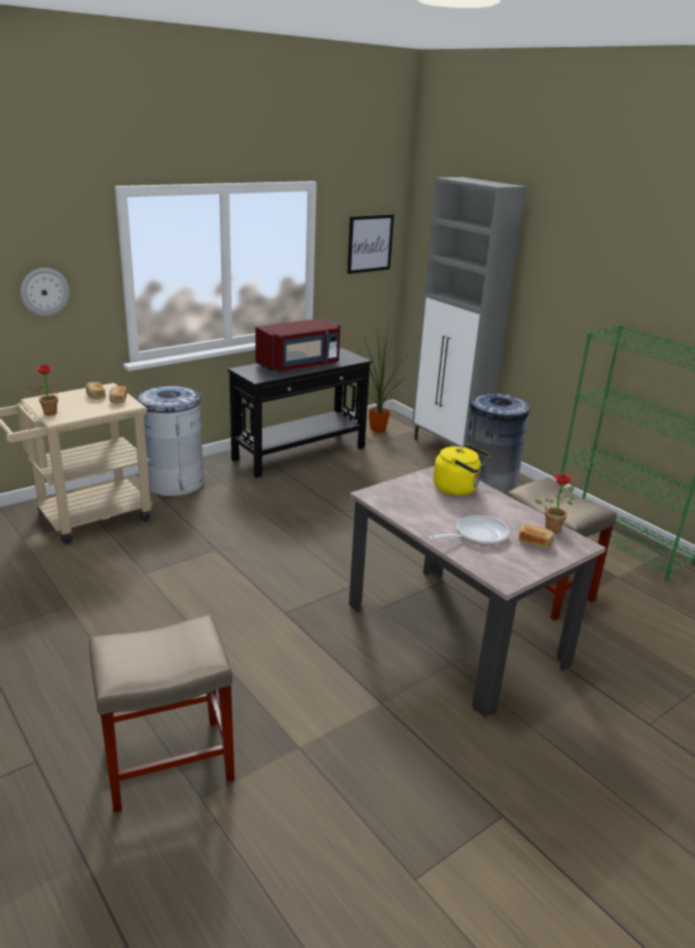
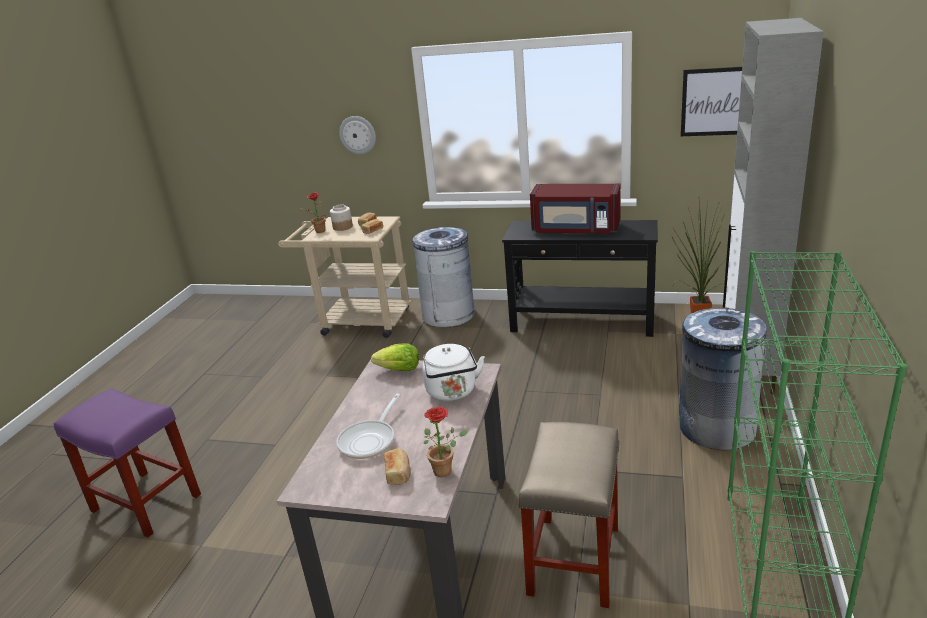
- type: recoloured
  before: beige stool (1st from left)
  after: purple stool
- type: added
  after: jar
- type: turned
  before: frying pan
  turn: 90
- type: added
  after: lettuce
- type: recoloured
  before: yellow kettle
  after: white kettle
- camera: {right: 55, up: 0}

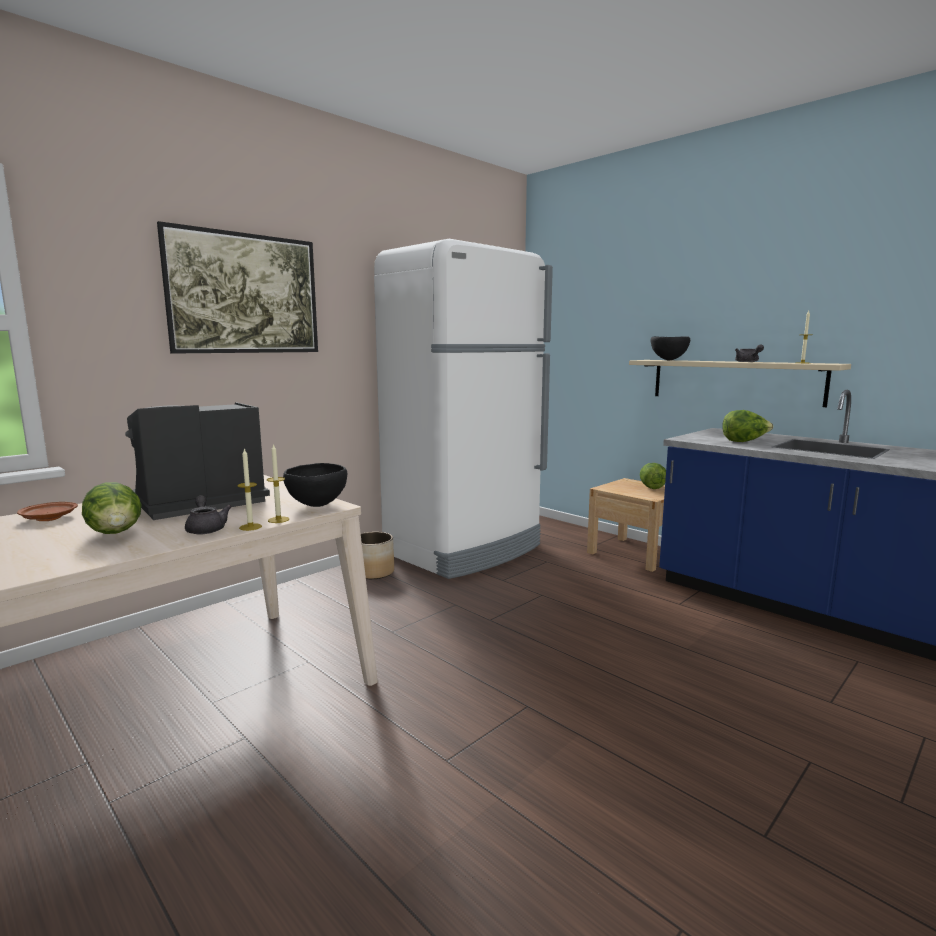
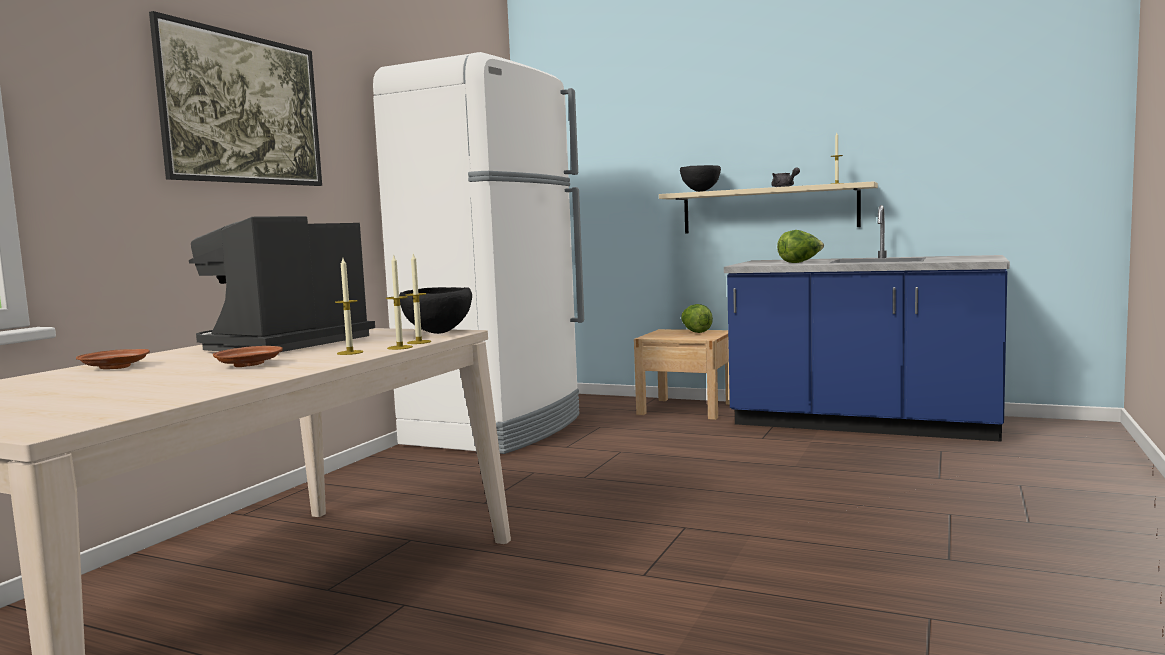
- type: replaced
  before: lettuce (1st from left)
  after: brown plate (2nd from left)
- type: replaced
  before: grey teapot (1st from left)
  after: candle (1st from left)
- type: removed
  before: planter
- camera: {right: -20, up: -5}

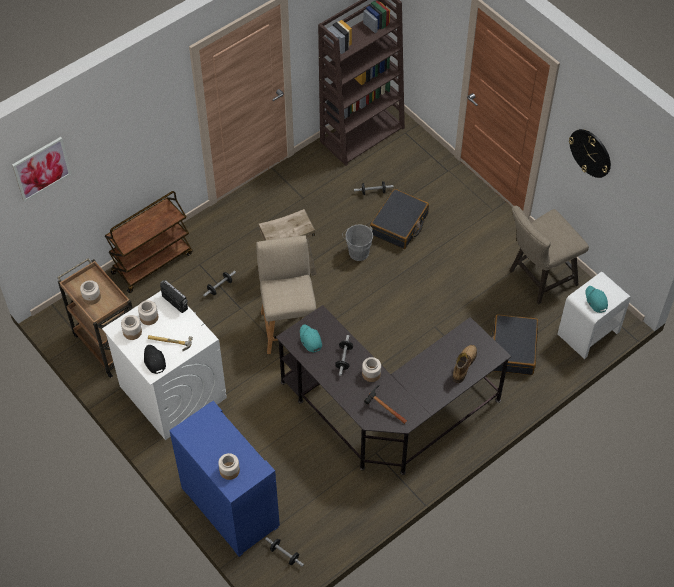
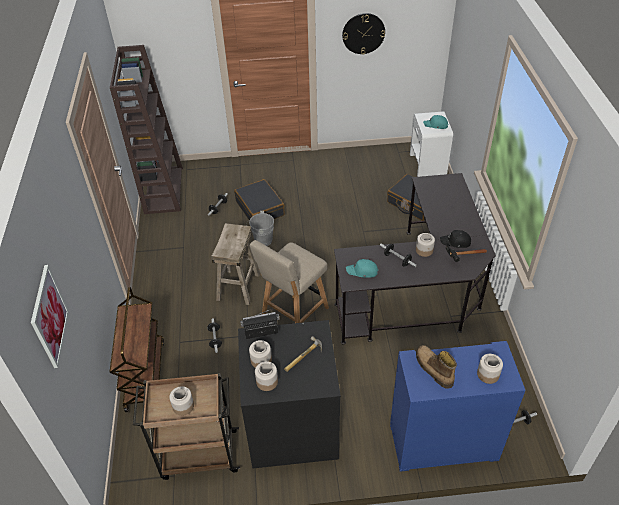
- type: recoloured
  before: white washing machine
  after: black washing machine
- type: turned
  before: beige chair
  turn: -75
- type: moved
  before: boot
- type: moved
  before: black cap
- type: removed
  before: beige stool (2nd from left)
- camera: {right: -55, up: -10}

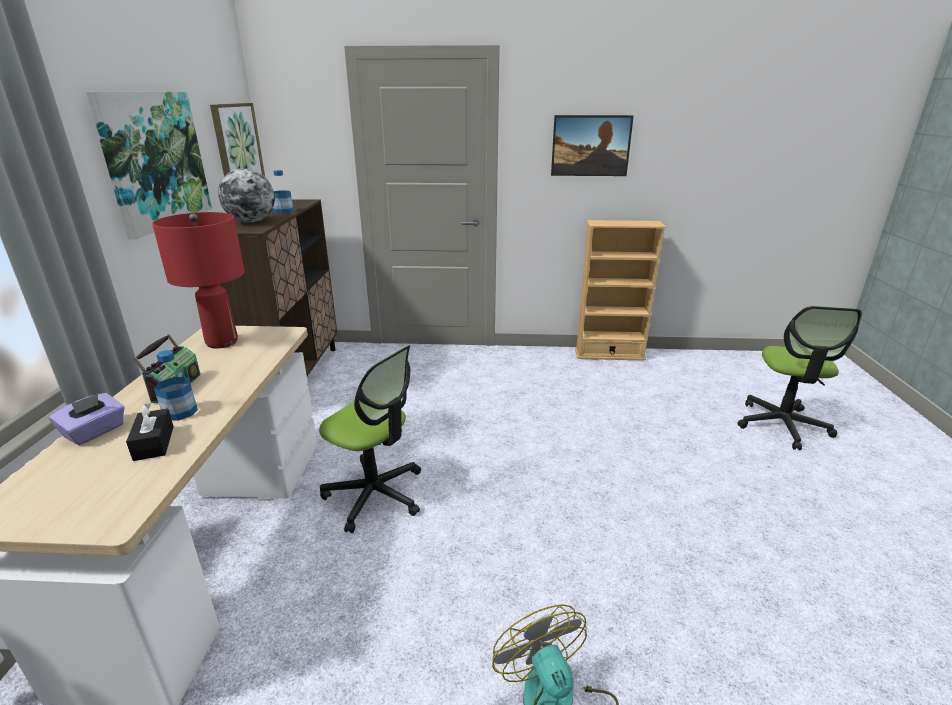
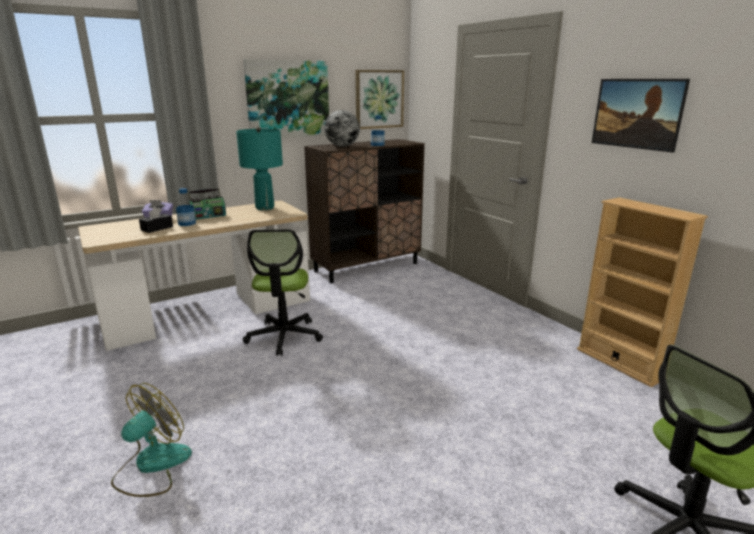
- type: recoloured
  before: red table lamp
  after: turquoise table lamp
- camera: {right: 55, up: -5}

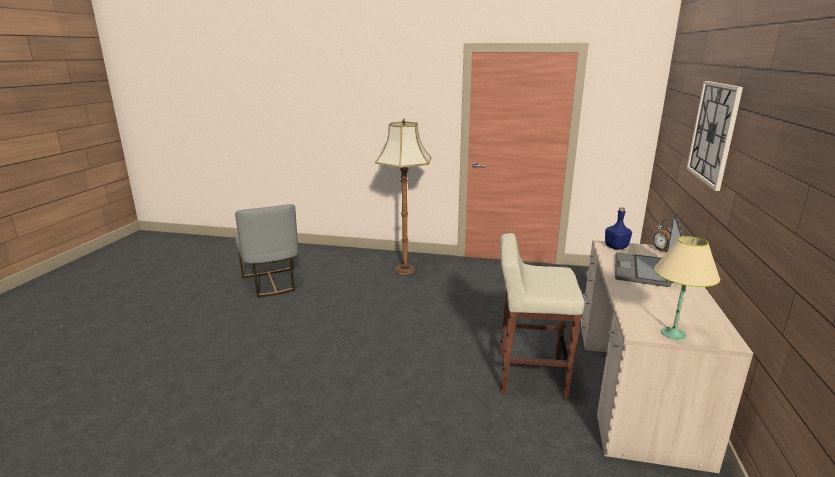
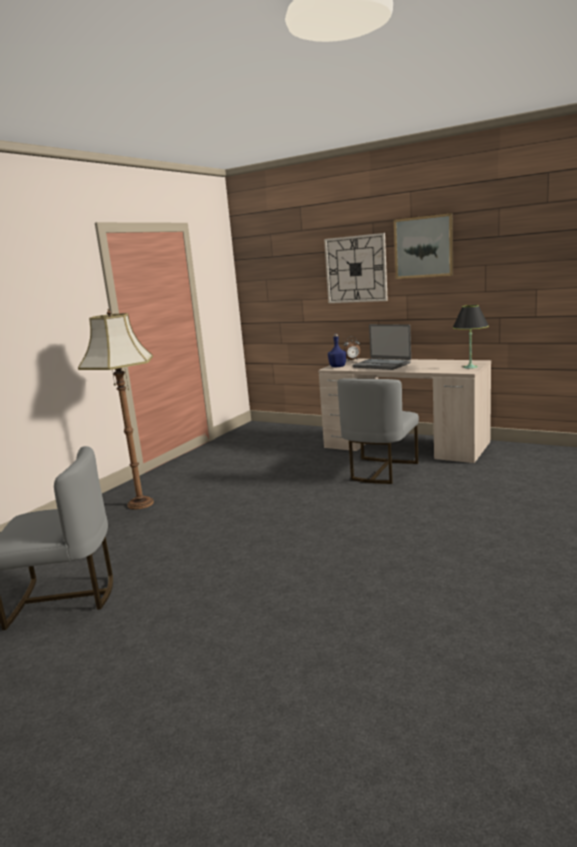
- type: replaced
  before: beige stool
  after: grey chair (2nd from left)
- type: added
  after: picture
- type: recoloured
  before: beige table lamp
  after: black table lamp
- camera: {right: -70, up: -5}

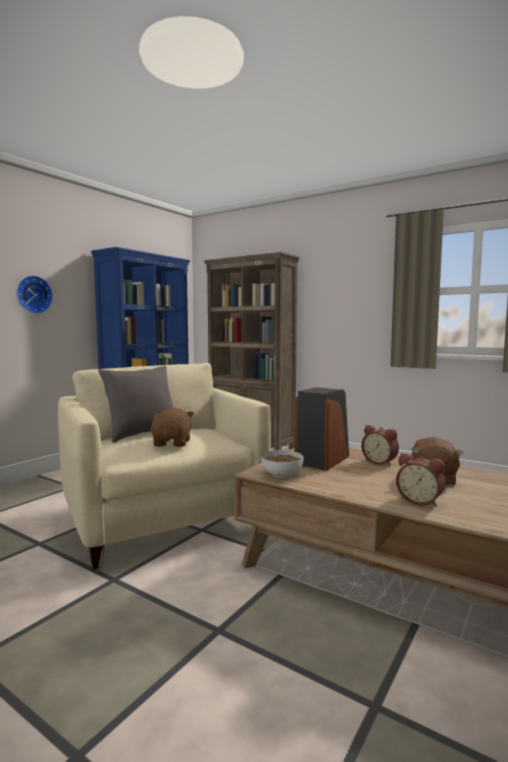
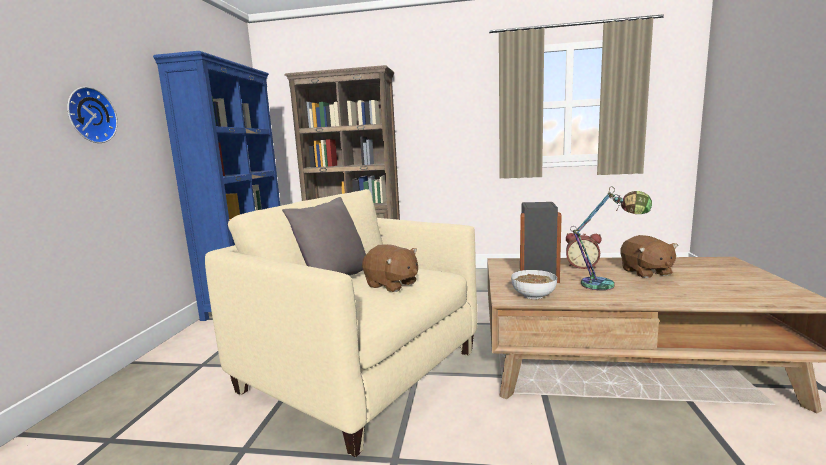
- type: turned
  before: brown plush toy (1st from left)
  turn: 150
- type: added
  after: table lamp
- type: removed
  before: alarm clock (2nd from left)
- camera: {right: -25, up: 5}

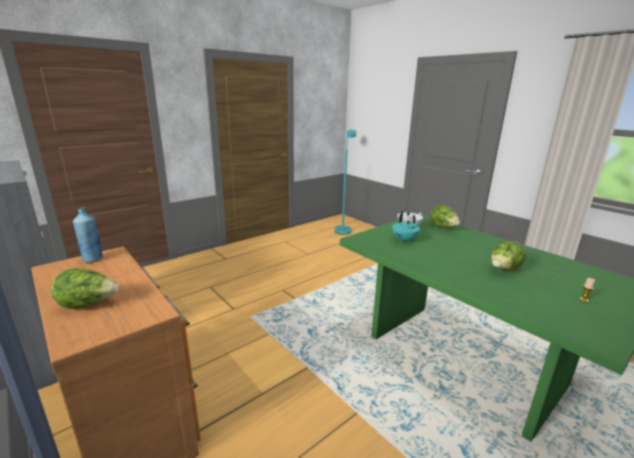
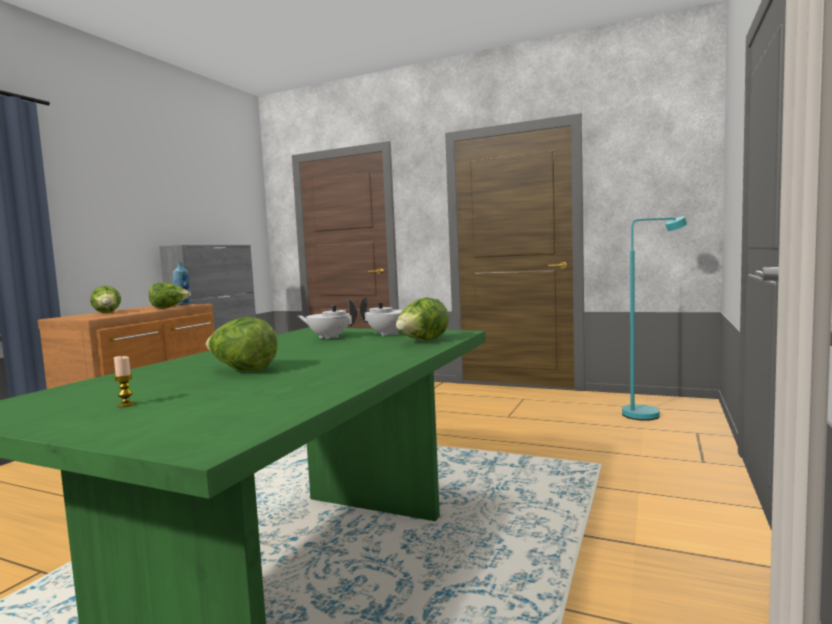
- type: added
  after: lettuce (2nd from left)
- type: recoloured
  before: turquoise teapot
  after: white teapot (1st from left)
- camera: {right: 65, up: -15}

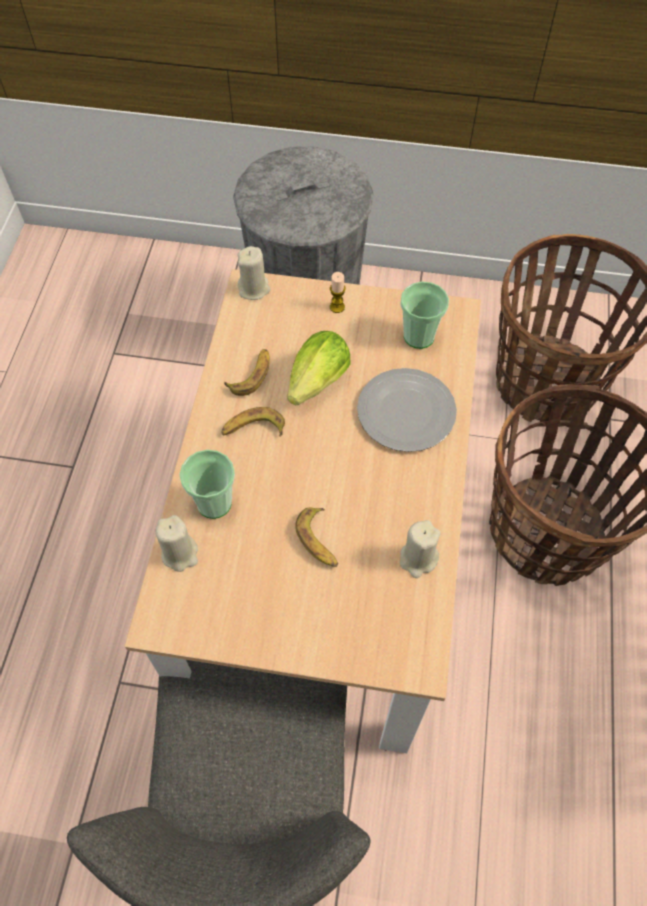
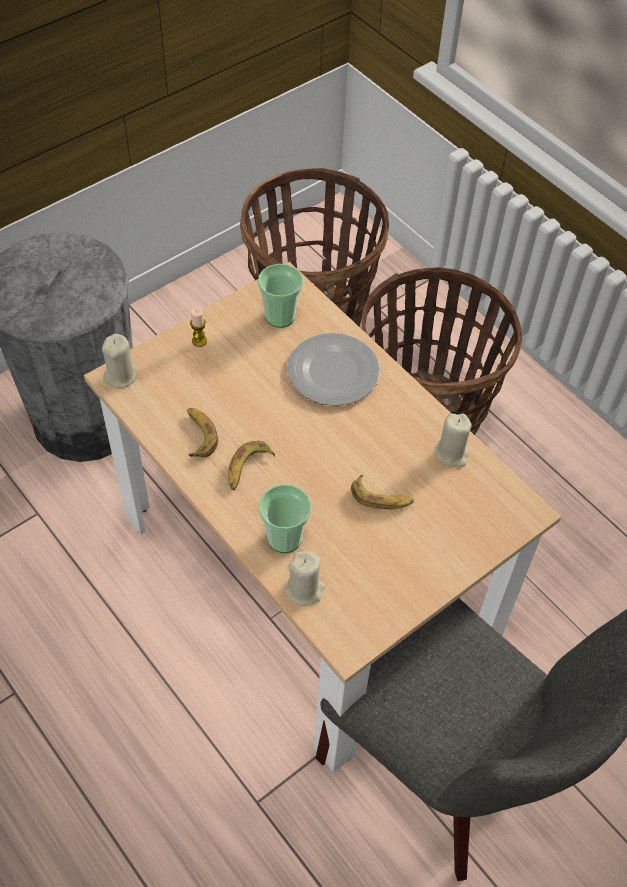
- type: removed
  before: lettuce
- camera: {right: -50, up: -5}

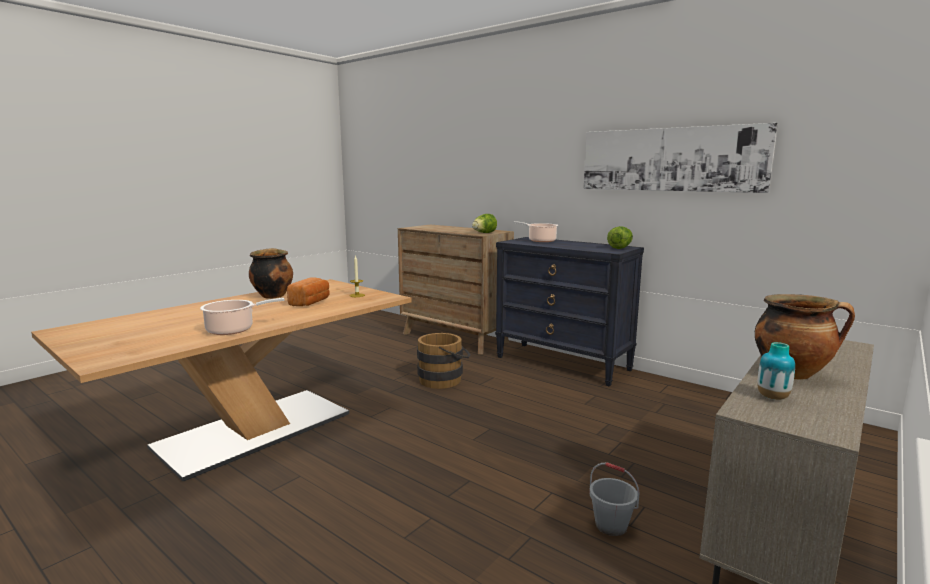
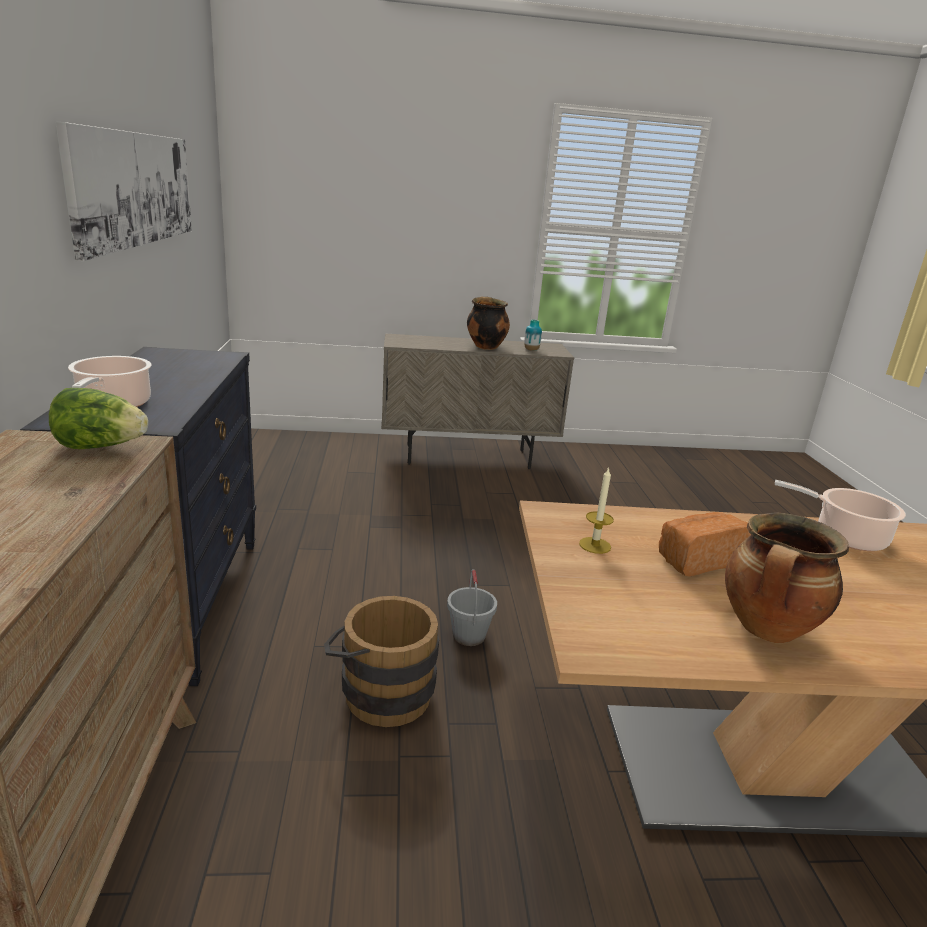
- type: moved
  before: grey bucket
- type: removed
  before: lettuce (2nd from left)
- camera: {right: -135, up: 10}

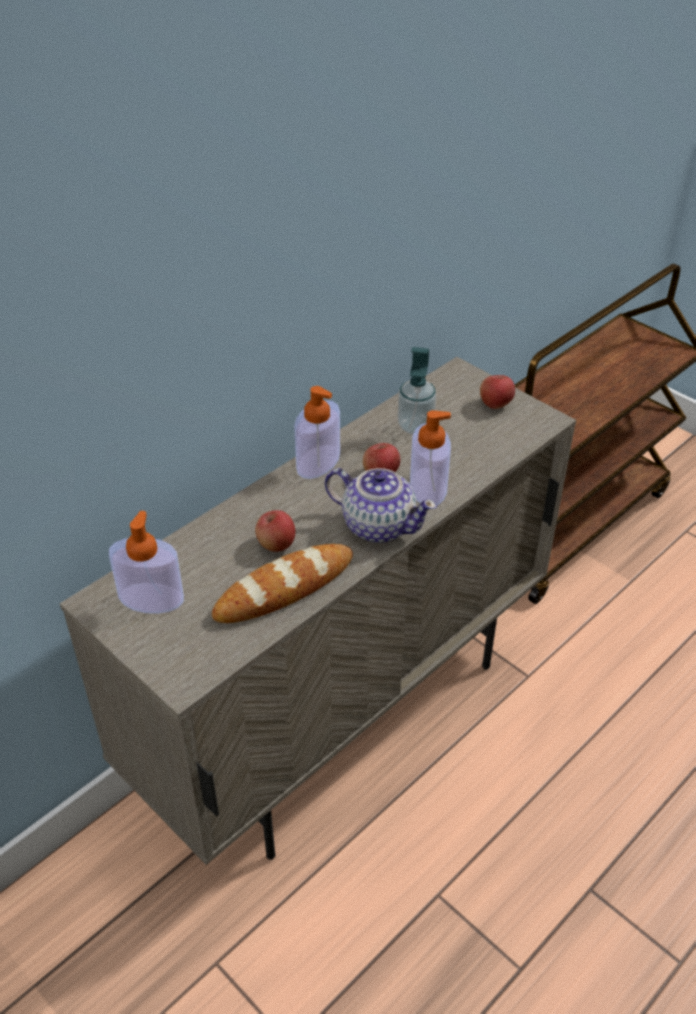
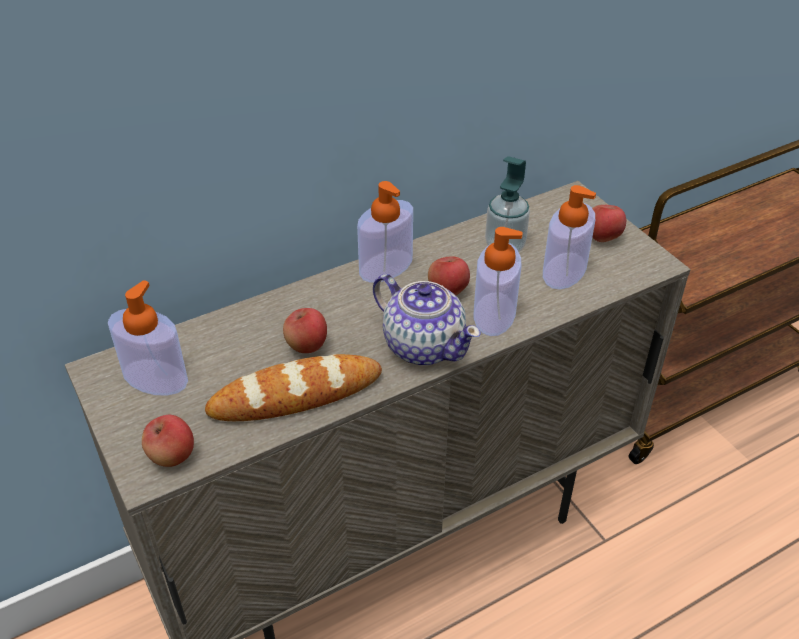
- type: added
  after: apple (1st from left)
- type: added
  after: soap dispenser (5th from left)
- camera: {right: 15, up: 0}

